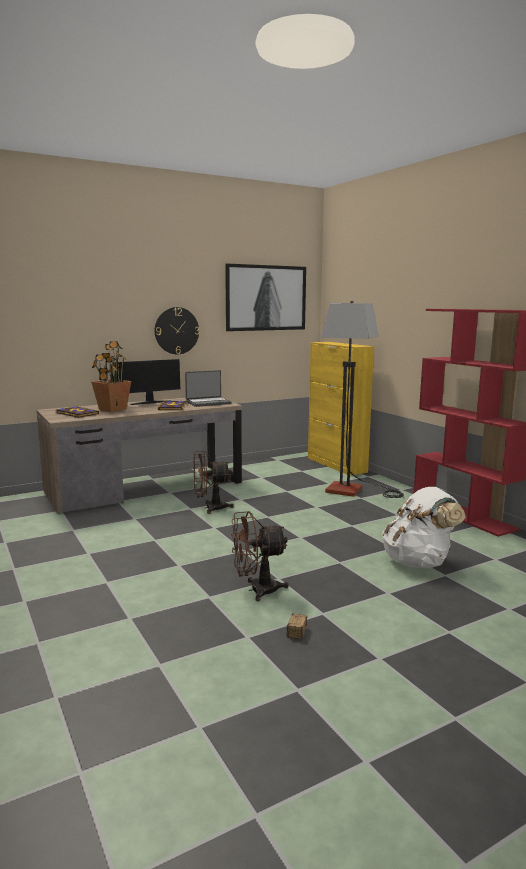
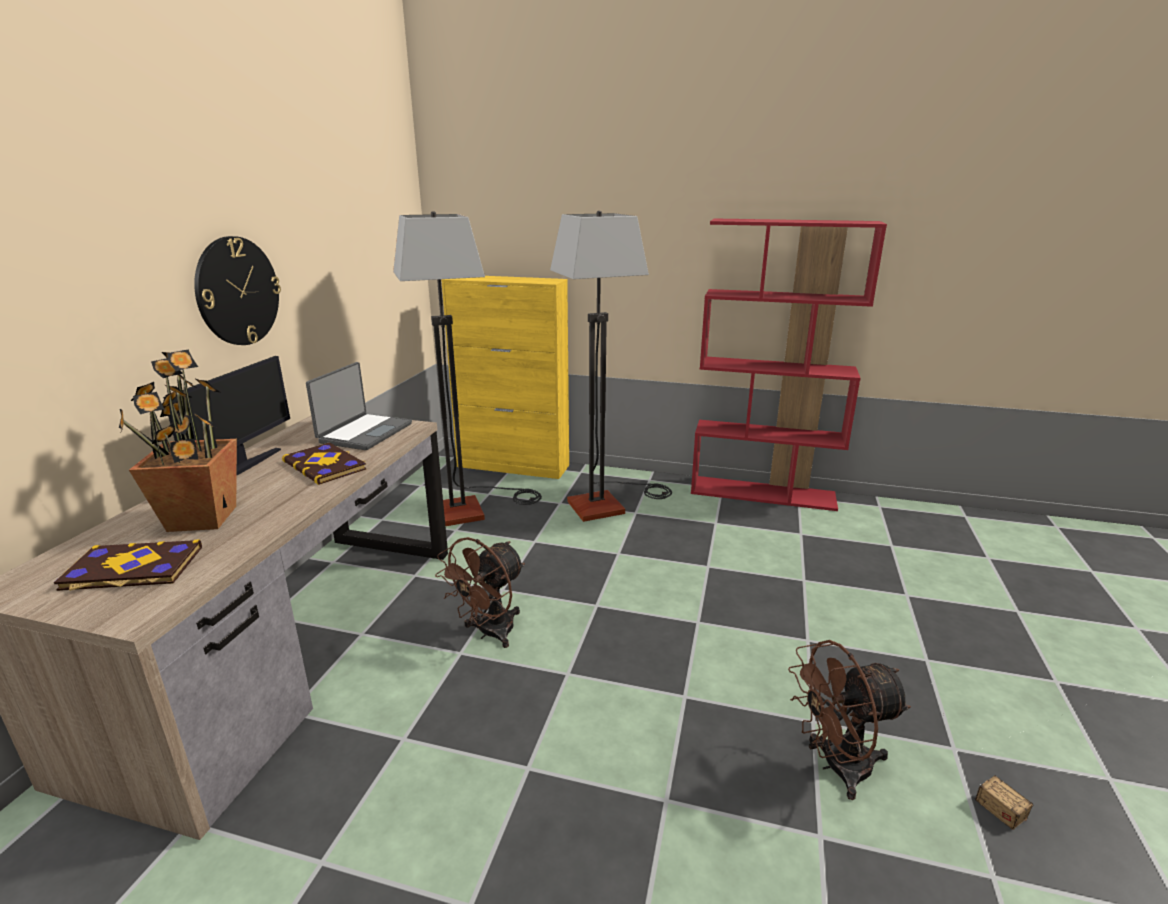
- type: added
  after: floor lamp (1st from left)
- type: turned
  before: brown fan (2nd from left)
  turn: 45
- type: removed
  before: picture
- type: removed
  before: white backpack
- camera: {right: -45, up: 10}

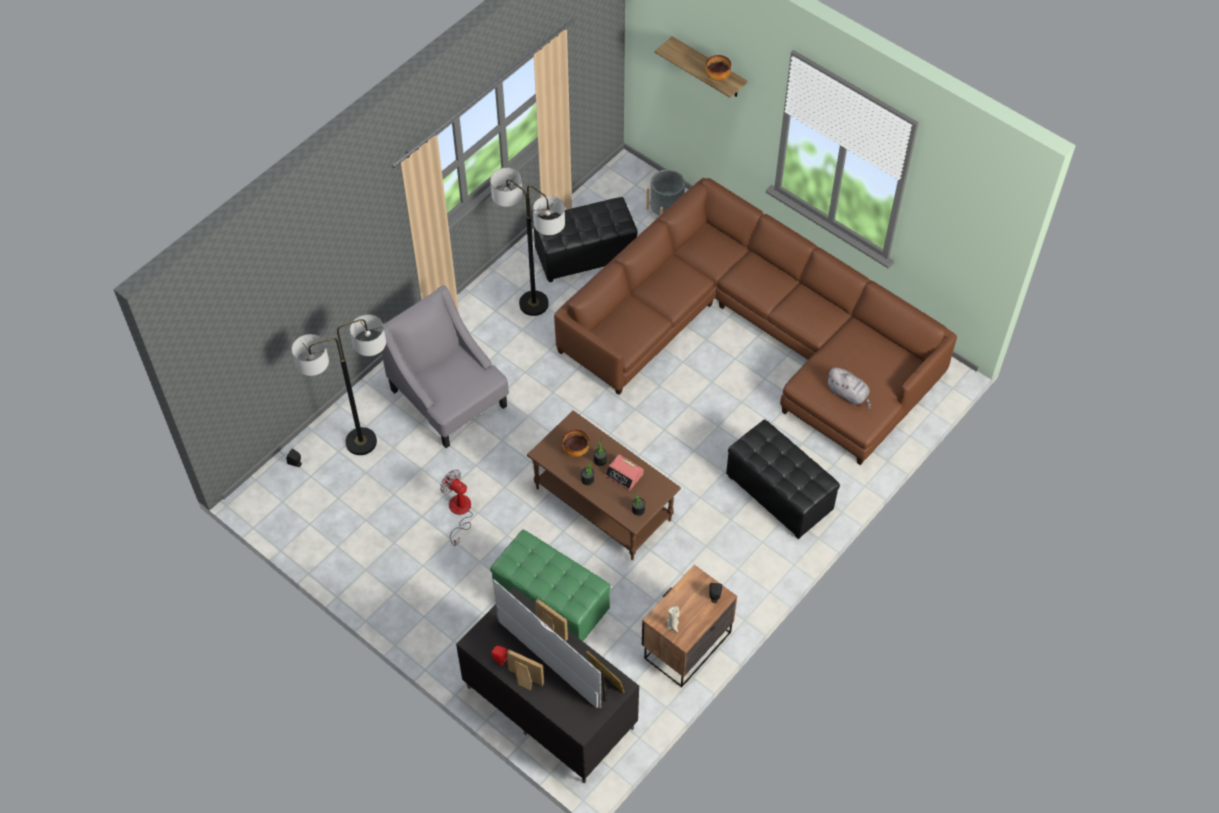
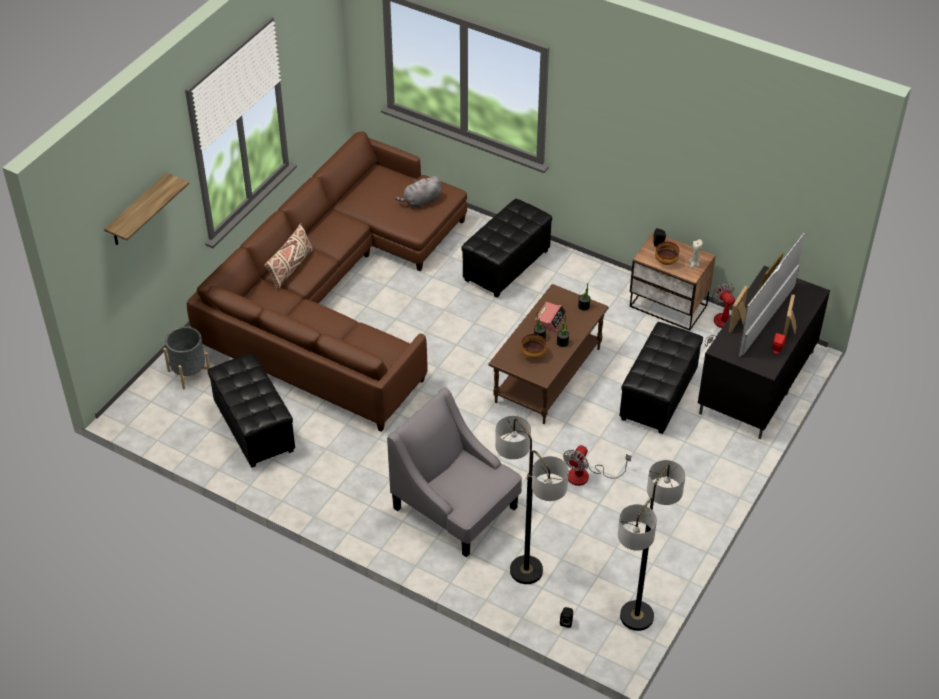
- type: added
  after: beige pillow
- type: turned
  before: grey armchair
  turn: 90
- type: turned
  before: grey plush toy
  turn: -150
- type: moved
  before: floor lamp (2nd from left)
- type: recoloured
  before: green ottoman
  after: black ottoman (3rd from left)
- type: moved
  before: bowl (2nd from left)
- type: added
  after: fan (2nd from left)
- camera: {right: -100, up: -10}

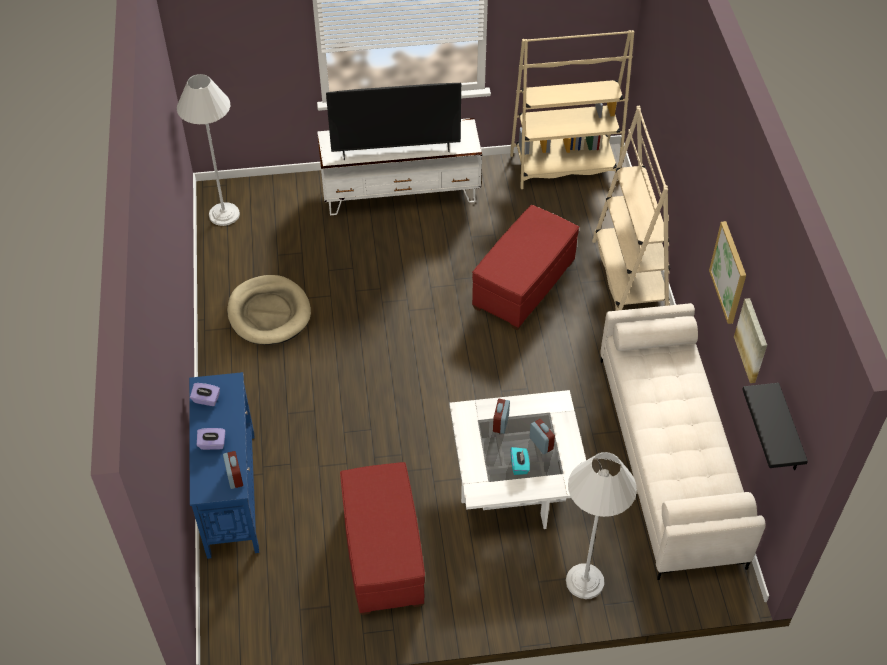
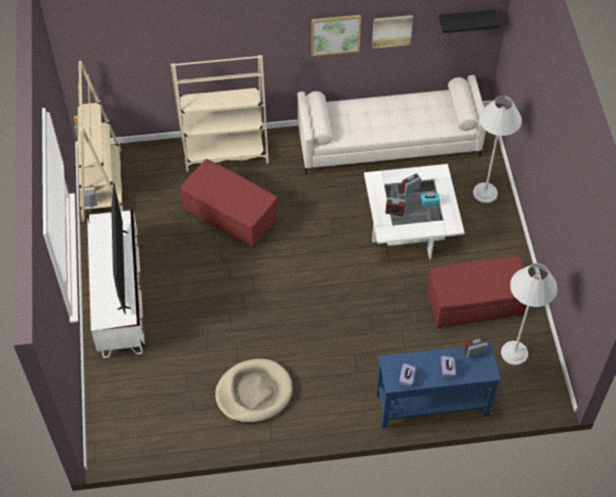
- type: moved
  before: white floor lamp (1st from left in the first image)
  after: white floor lamp (2nd from left)
- camera: {right: -90, up: 5}

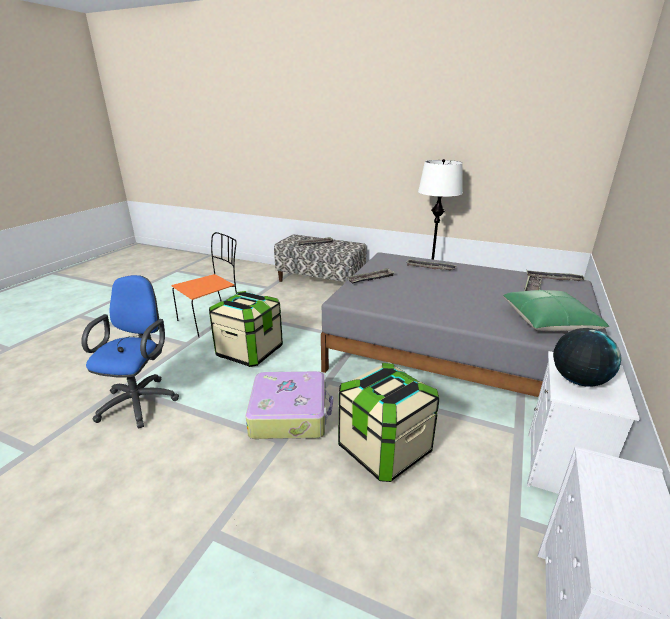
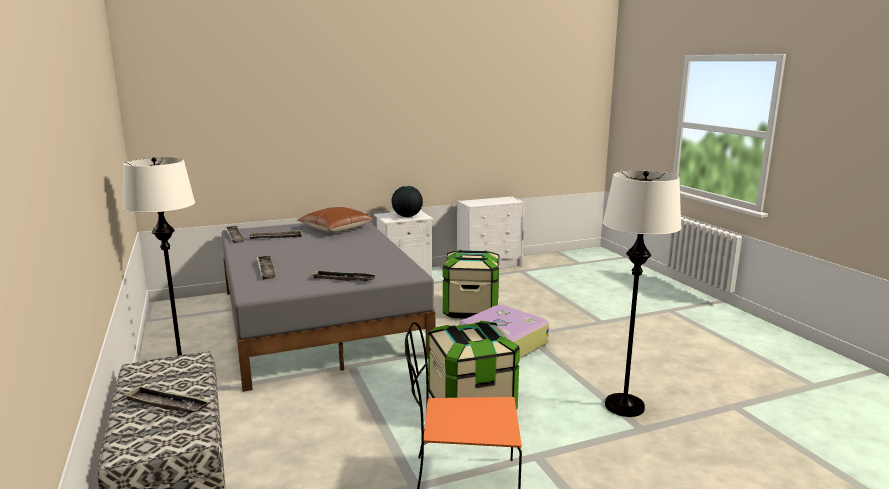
- type: recoloured
  before: green pillow
  after: brown pillow
- type: replaced
  before: blue office chair
  after: white floor lamp (2nd from left)
- camera: {right: -135, up: -10}

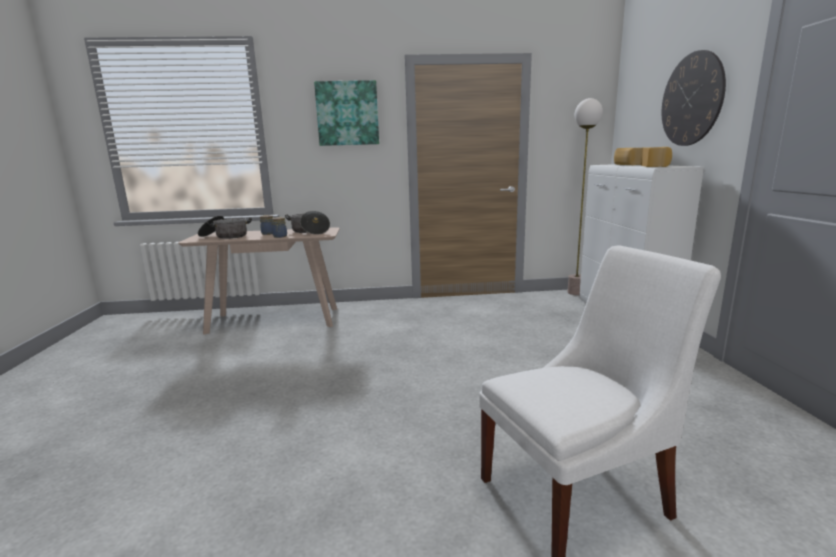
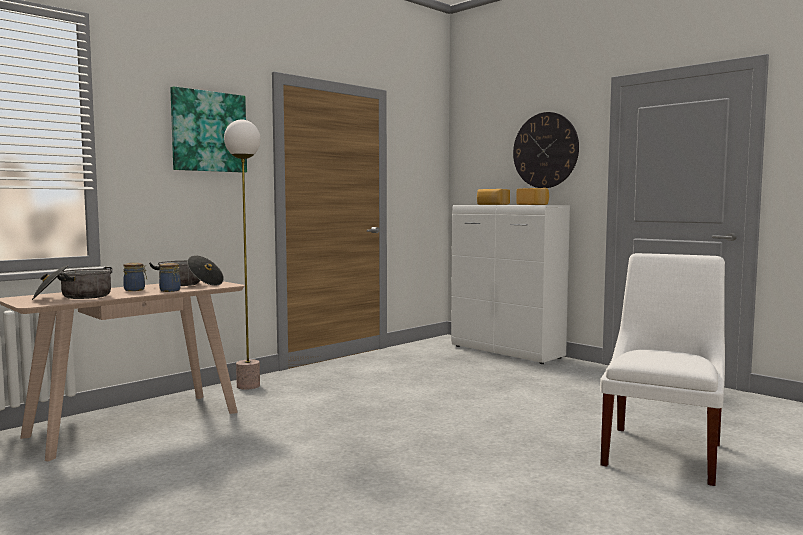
- type: moved
  before: floor lamp
- camera: {right: -40, up: -10}

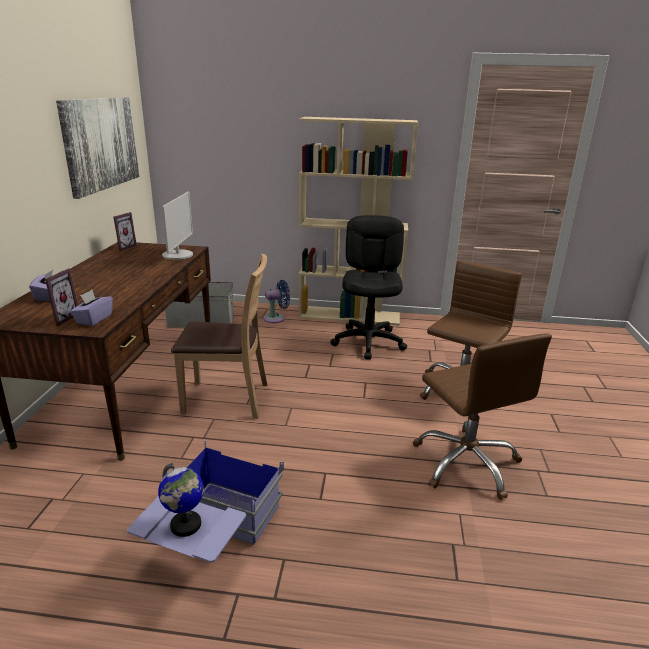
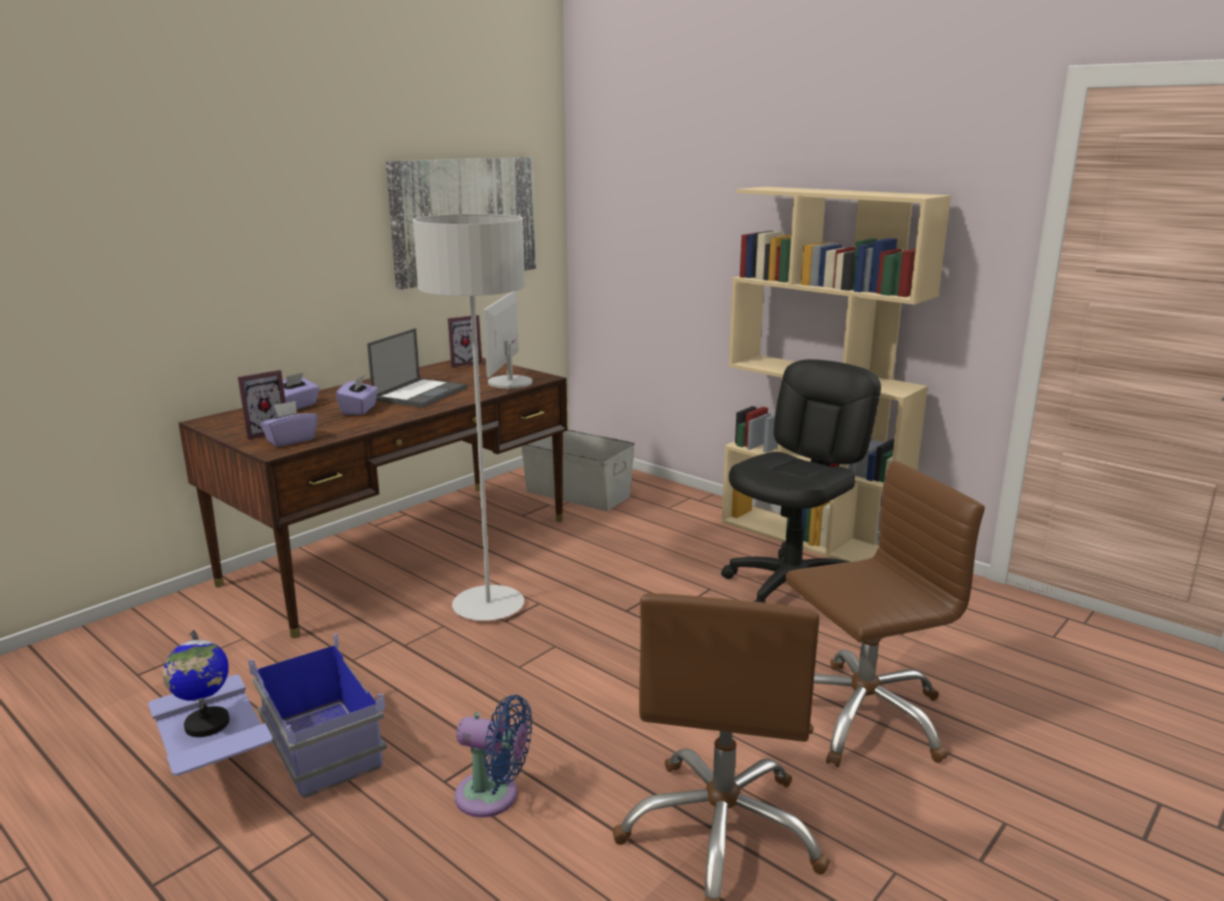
- type: added
  after: purple tissue box (3rd from left)
- type: added
  after: laptop
- type: replaced
  before: brown chair
  after: grey floor lamp
- type: moved
  before: blue fan
- type: turned
  before: monitor
  turn: 150
- camera: {right: 35, up: -5}

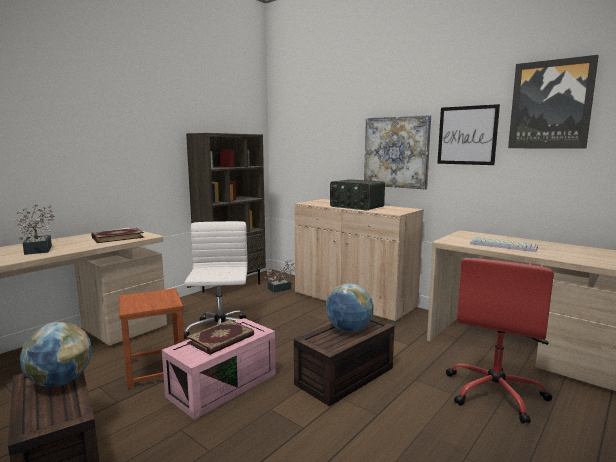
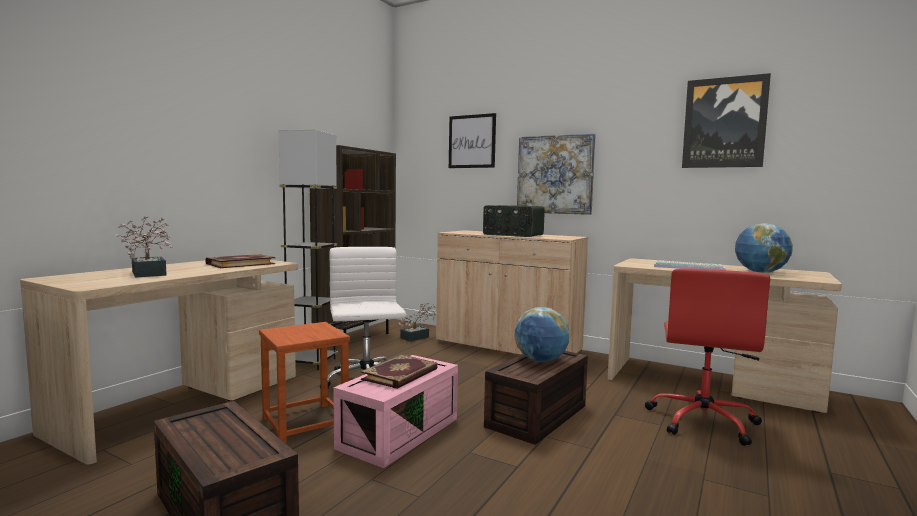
- type: added
  after: grey floor lamp
- type: moved
  before: picture (2nd from left in the first image)
  after: picture (1st from left)
- type: moved
  before: globe (1st from left in the first image)
  after: globe (2nd from left)
- camera: {right: -10, up: -5}

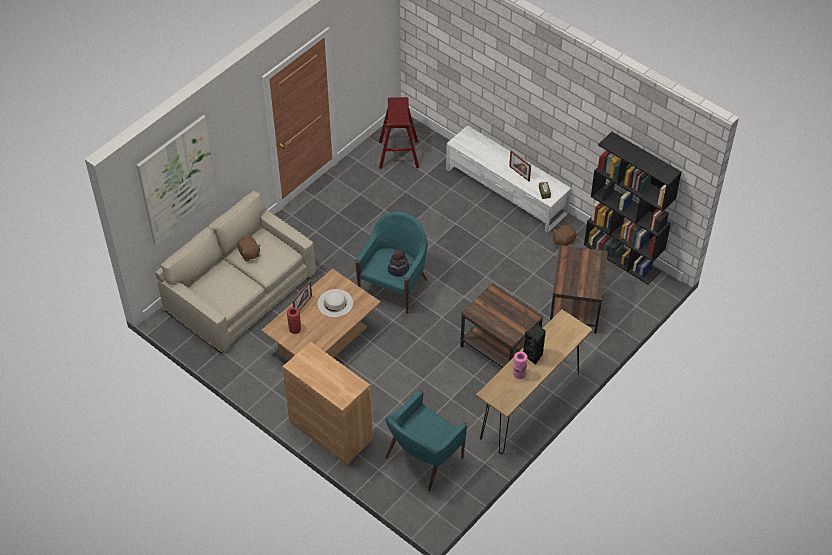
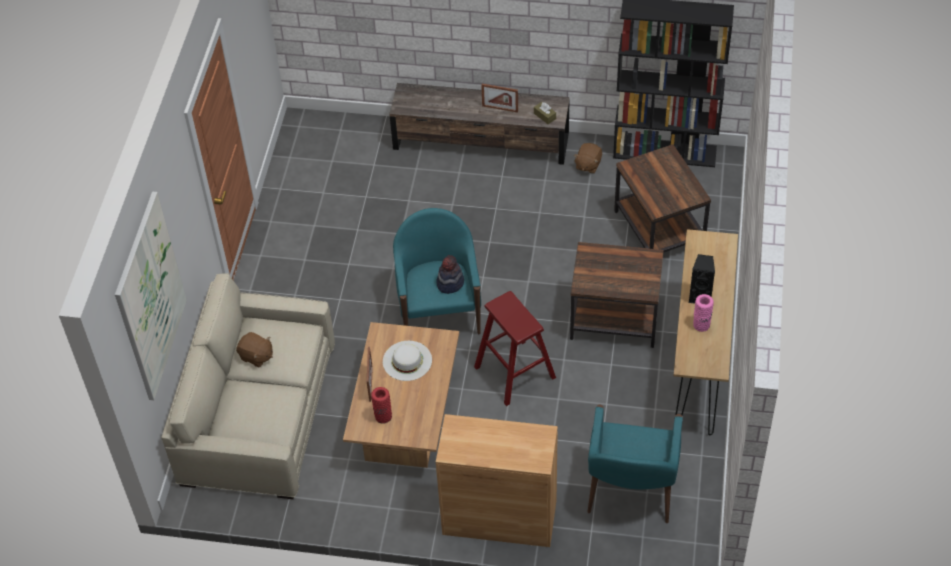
- type: recoloured
  before: white tv stand
  after: brown tv stand
- type: moved
  before: red stool
- camera: {right: -30, up: 0}

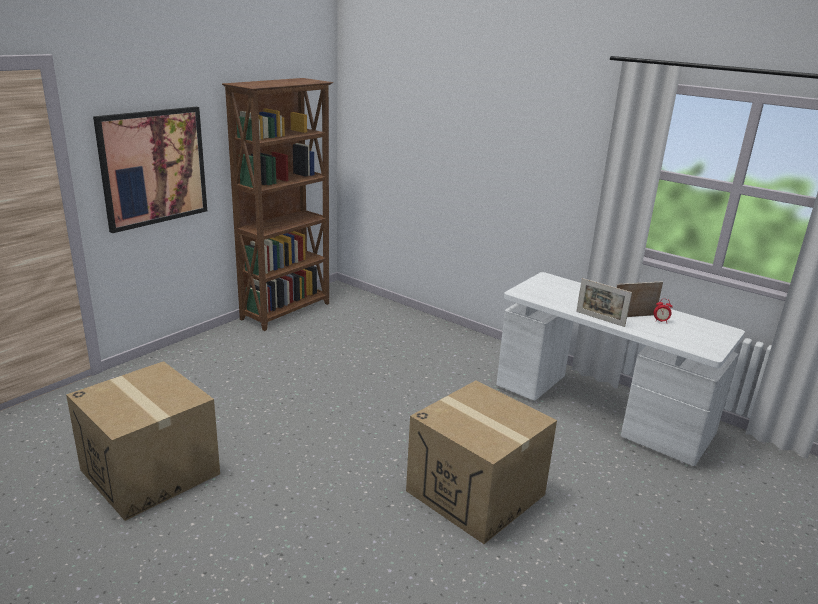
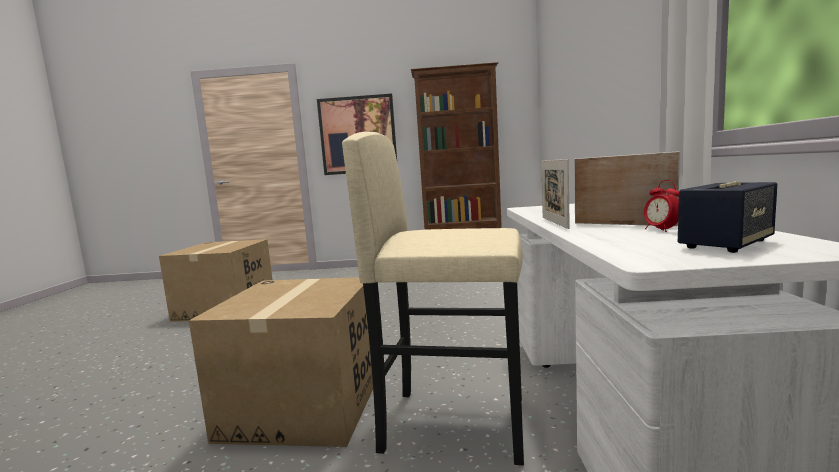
- type: added
  after: beige stool
- type: added
  after: speaker
- camera: {right: 55, up: -15}

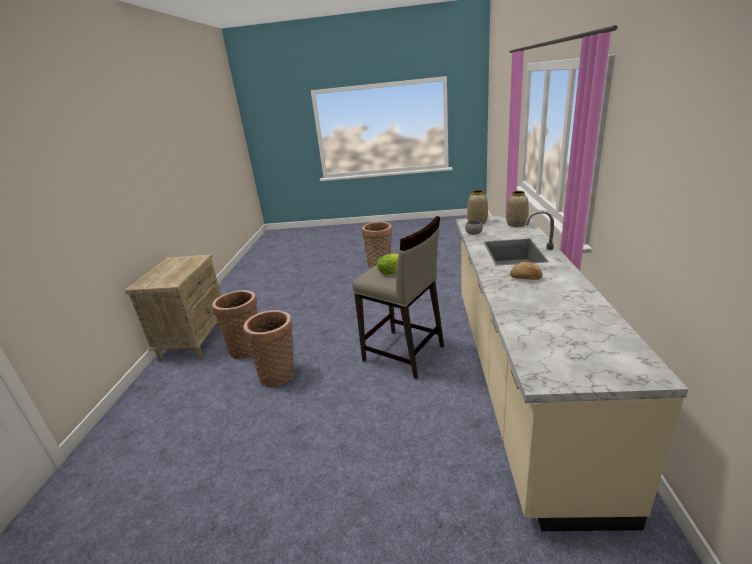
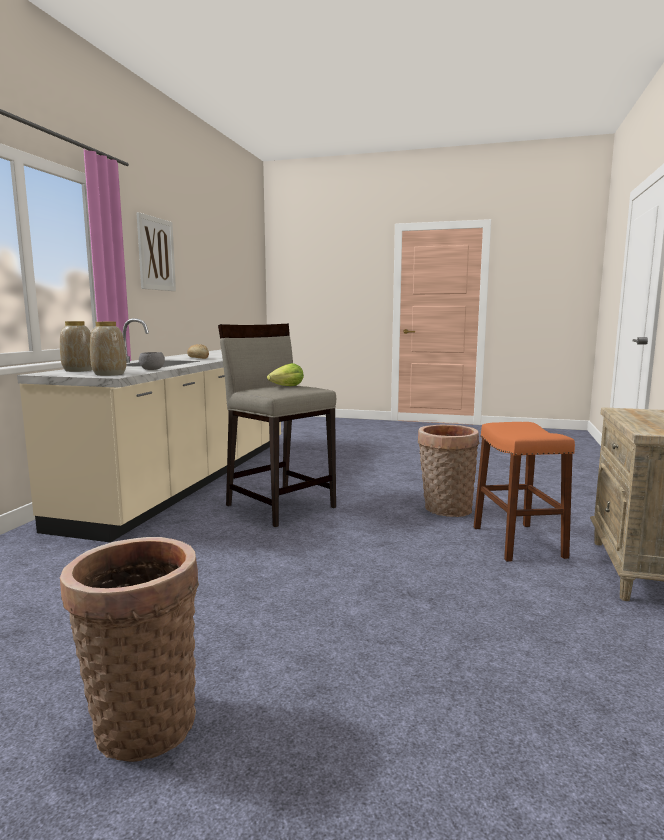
- type: added
  after: picture
- type: replaced
  before: basket (1st from left)
  after: orange stool
- camera: {right: -170, up: -15}

